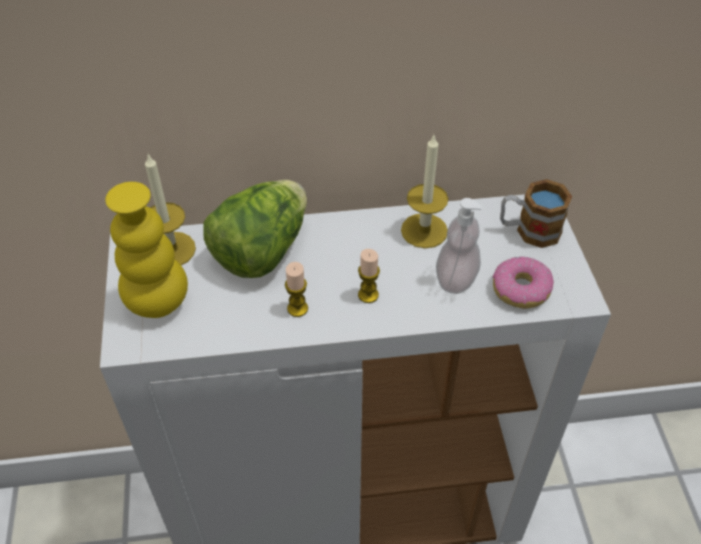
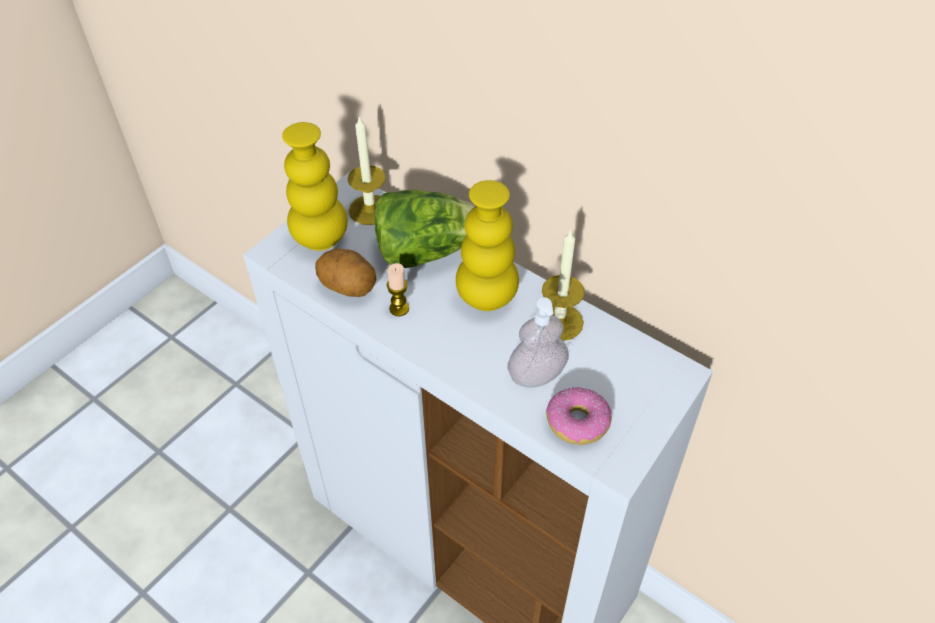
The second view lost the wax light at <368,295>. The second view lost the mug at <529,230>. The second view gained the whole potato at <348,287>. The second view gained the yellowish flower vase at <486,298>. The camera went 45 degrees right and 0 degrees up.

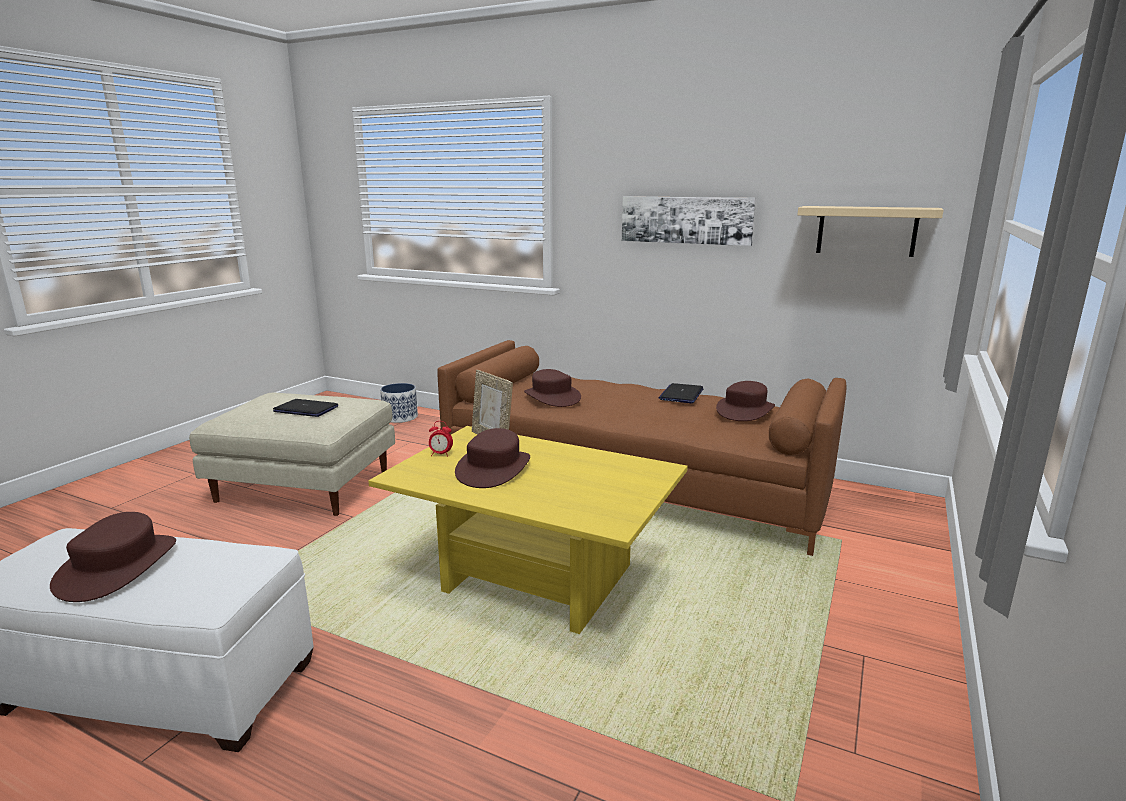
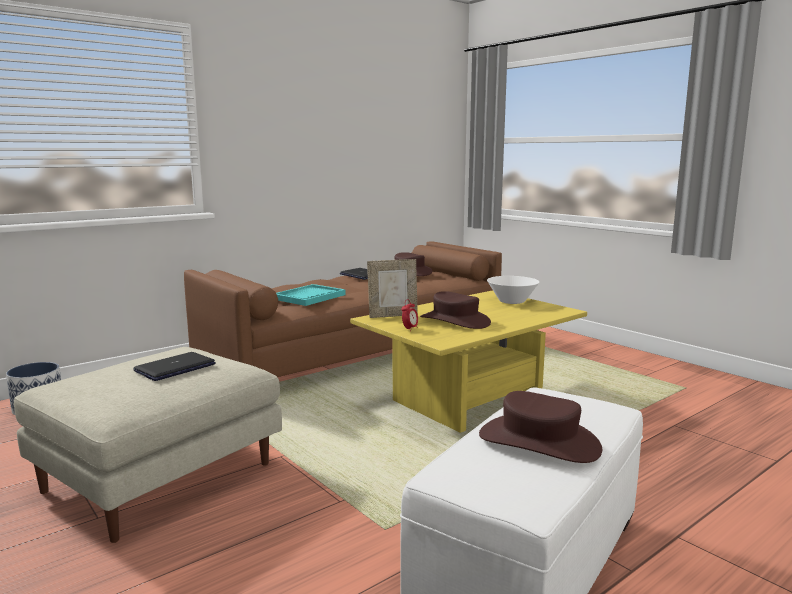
The second view lost the picture at <686,220>. The second view lost the beige-coloured wall shelf at <866,231>. The second view gained the white deep dish at <512,301>. Where the brown-coloured wearable hat stood at <551,397>, the turquoise-coloured carrying tray came to stand at <309,297>. The camera went 65 degrees left and 5 degrees down.

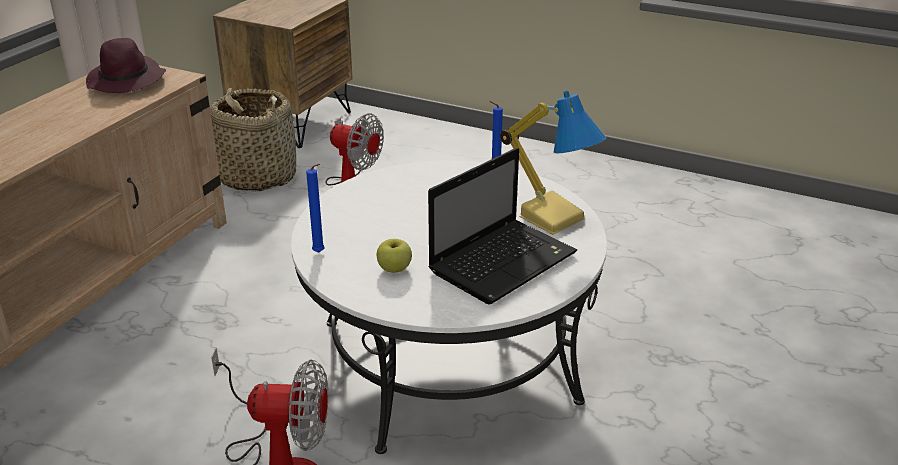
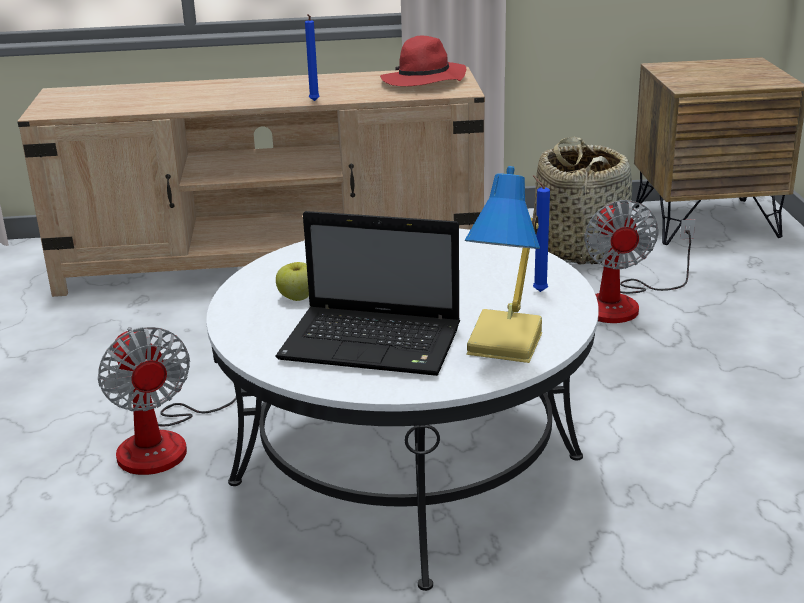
The blue wax light ended up elsewhere, having gone from <320,253> to <314,101>. What was the purplish wearable hat at <127,81> turned into the red wearable hat at <423,81>. The camera went 60 degrees right and 5 degrees down.

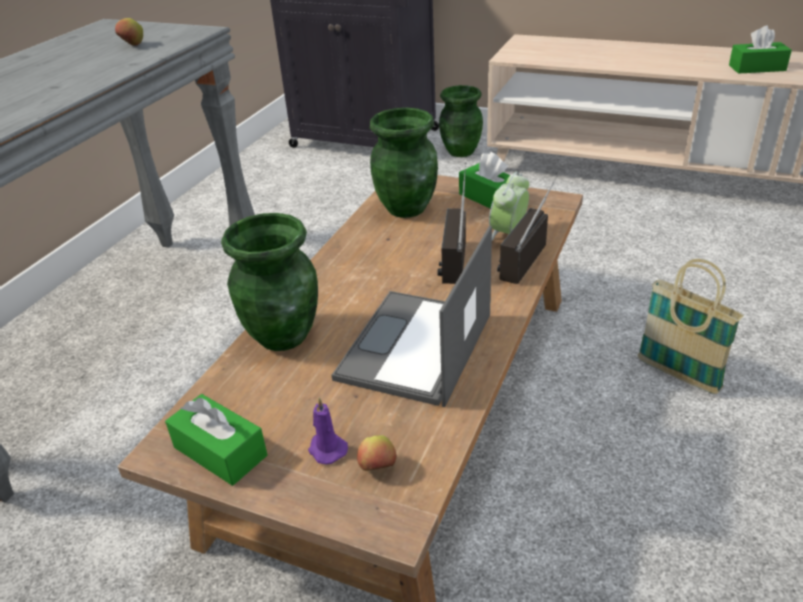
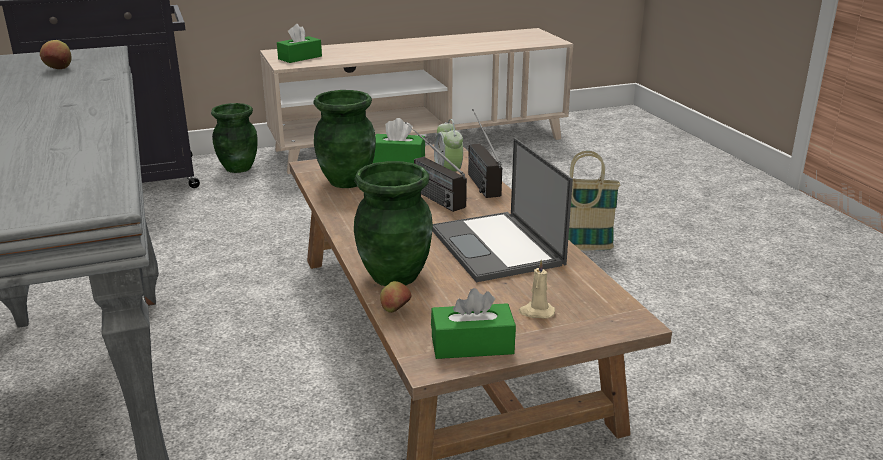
The apple fruit ended up elsewhere, having gone from <378,468> to <395,311>. The greenish tissue holder ended up elsewhere, having gone from <757,68> to <300,57>. What was the purplish wax light at <326,449> turned into the beige-coloured wax light at <536,312>. The camera went 45 degrees left and 10 degrees down.

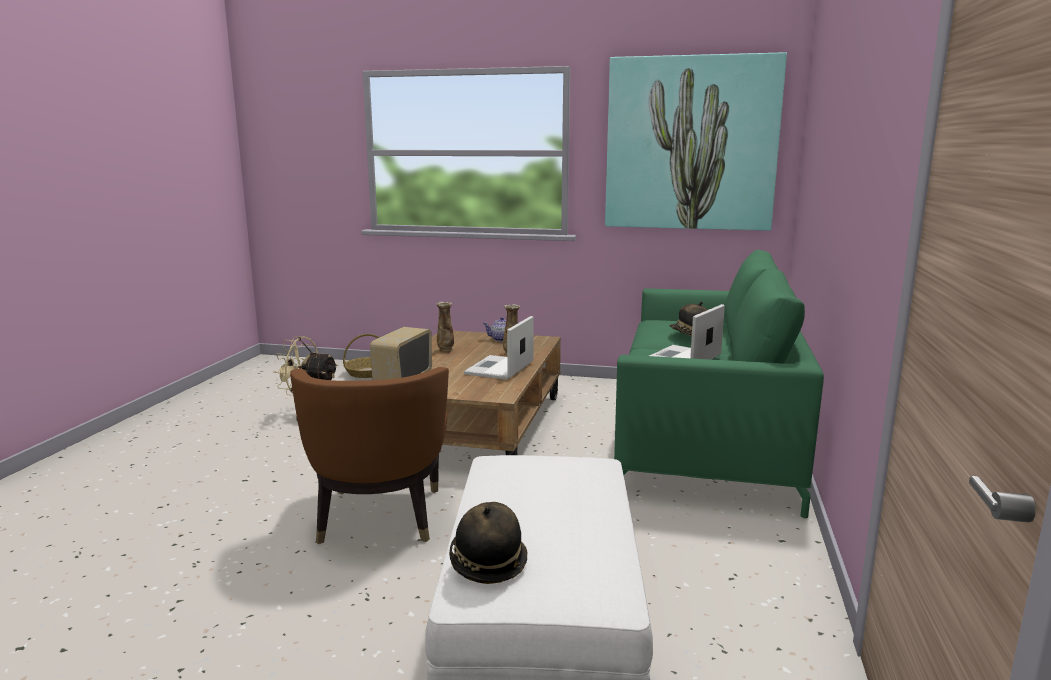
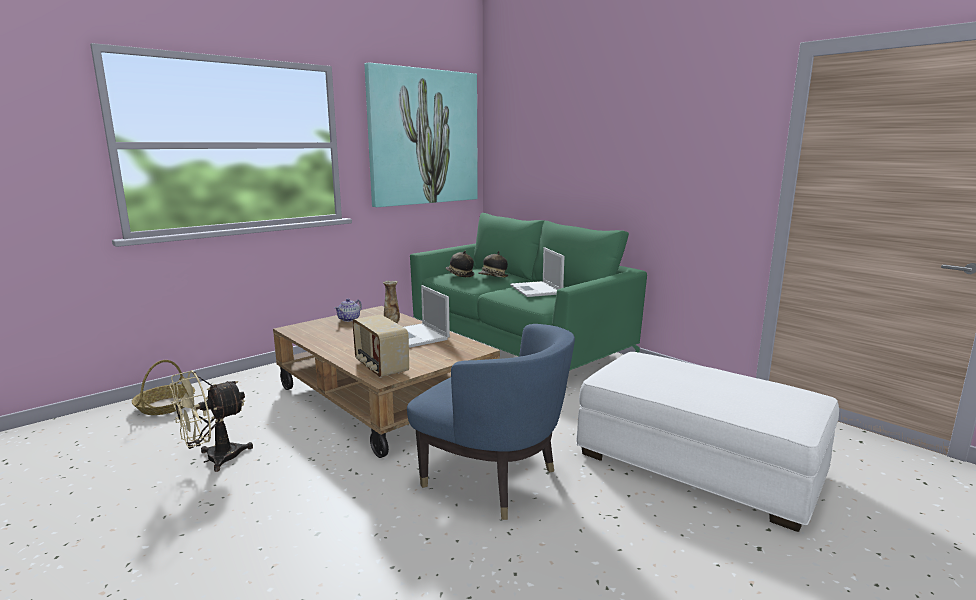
The second view lost the flower vase at <445,351>. The wearable hat ended up elsewhere, having gone from <488,562> to <459,275>. What was the brown-coloured lounge chair at <380,517> turned into the blue lounge chair at <492,479>. The camera went 55 degrees left and 0 degrees up.

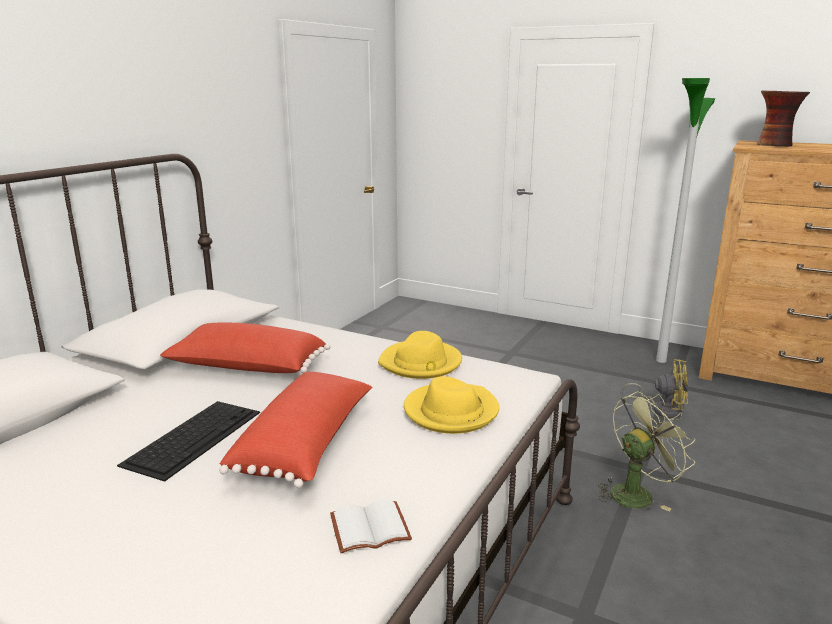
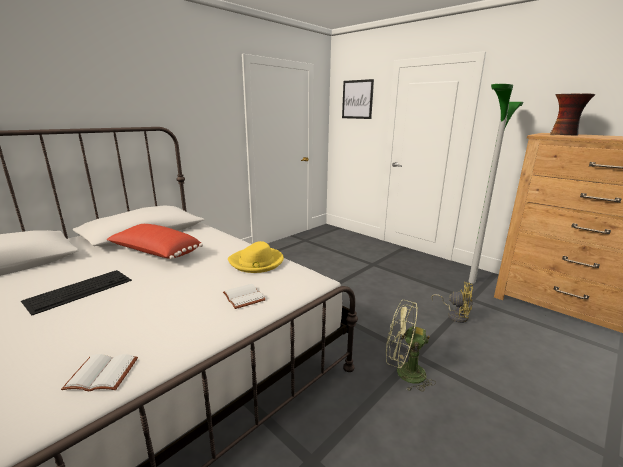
The second view lost the red pillow at <307,445>. The second view gained the picture at <357,99>. Where the yellowish wearable hat stood at <451,411>, the white book came to stand at <242,297>. The greenish electric fan at <636,493> ended up facing another way, 150 degrees counterclockwise from before. The camera went 15 degrees right and 0 degrees up.

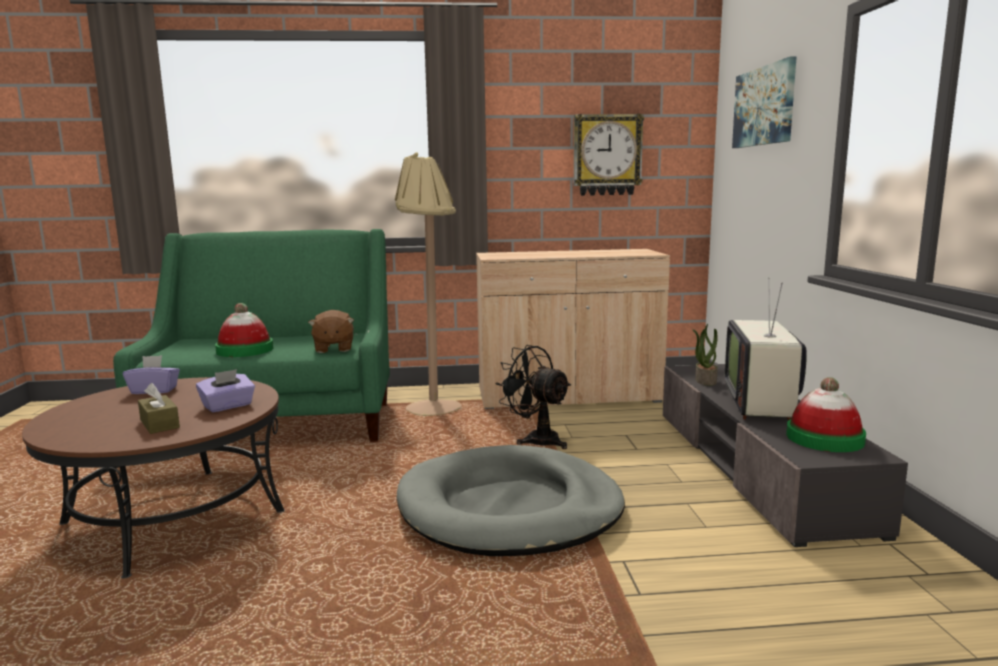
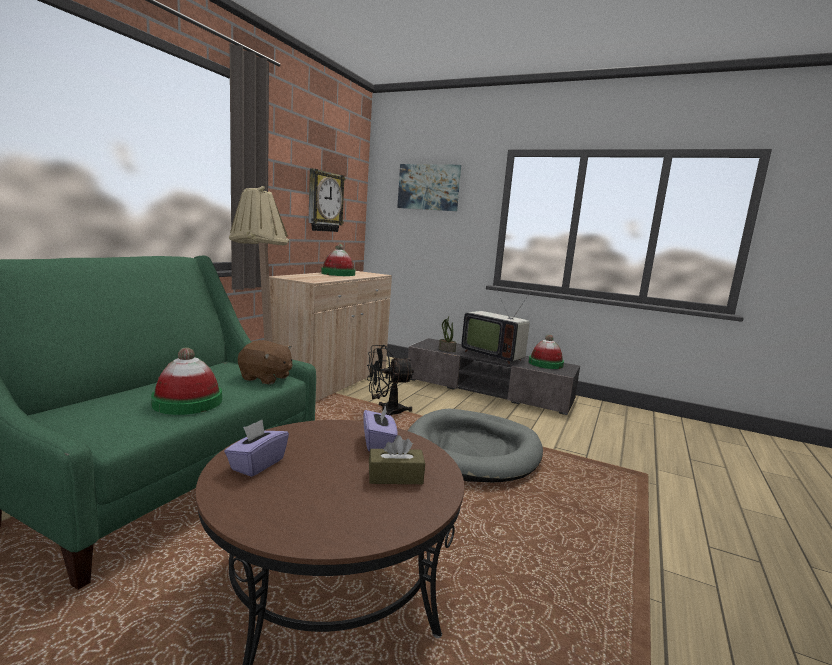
The second view gained the wearable hat at <338,274>. The camera went 60 degrees left and 0 degrees up.

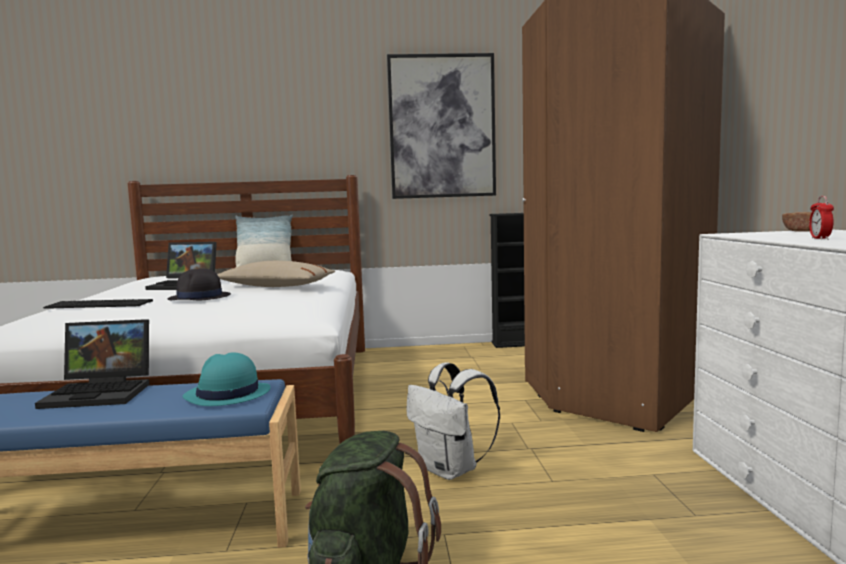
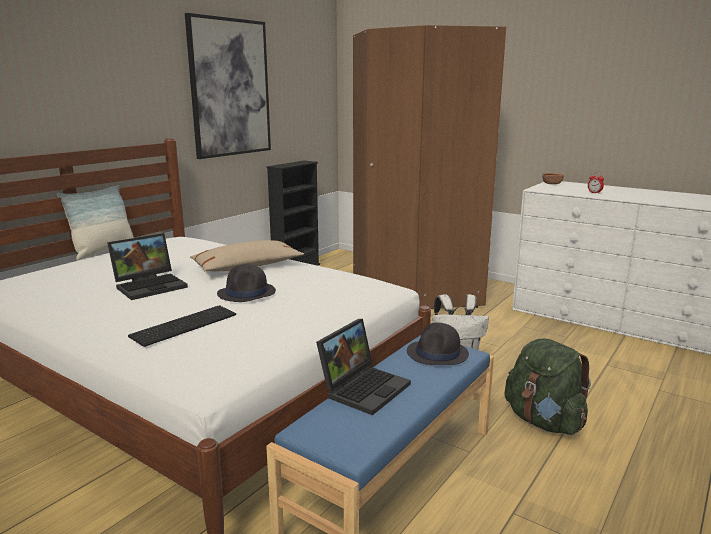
What was the turquoise-coloured wearable hat at <227,394> turned into the black wearable hat at <437,354>. The camera went 50 degrees left and 10 degrees up.

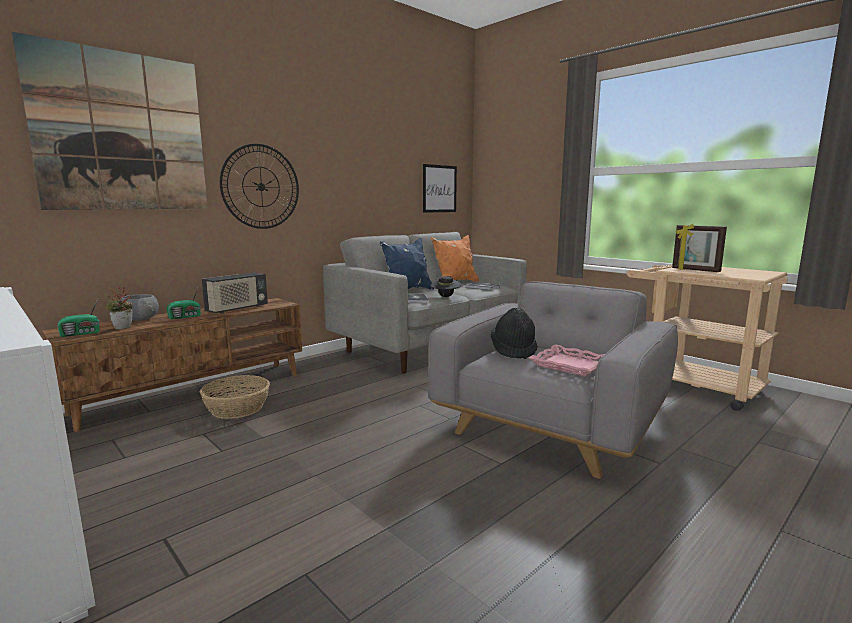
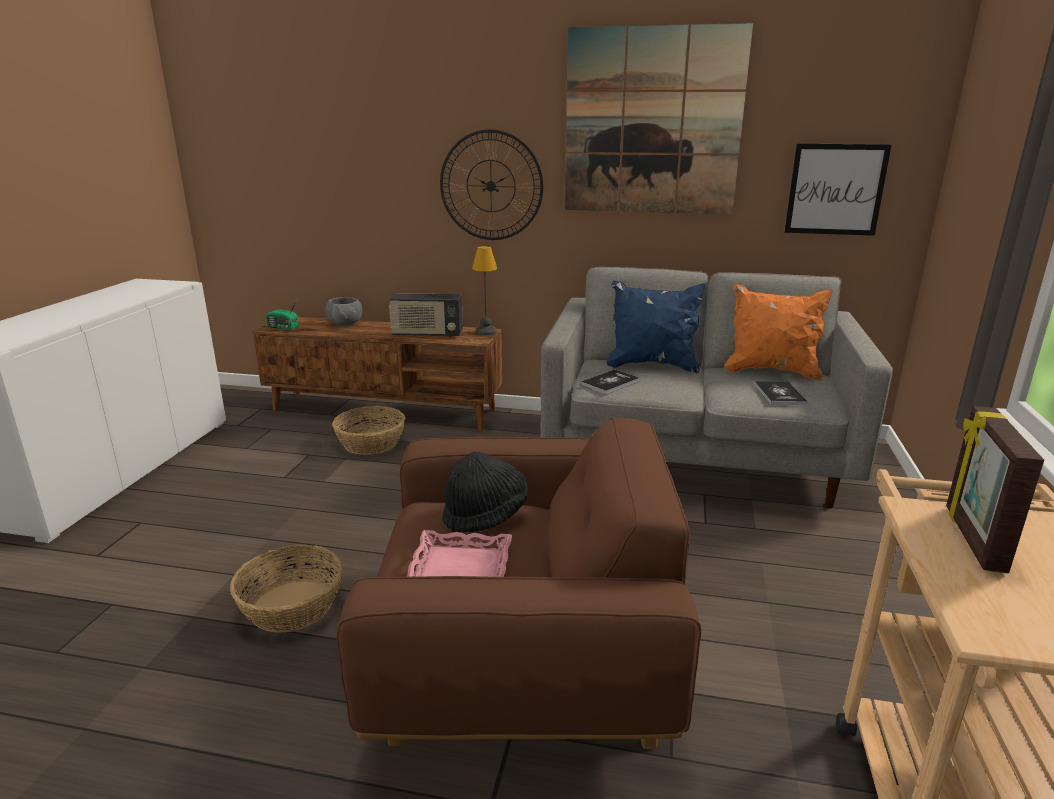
The second view lost the potted plant at <123,328>. The second view lost the radio set at <185,317>. The second view lost the black wearable hat at <445,296>. The second view gained the household basket at <291,606>. The second view gained the lamp for a table at <486,331>. The picture ended up elsewhere, having gone from <122,132> to <652,122>. What was the gray lounge chair at <550,426> turned into the brown-coloured lounge chair at <522,653>. The camera went 55 degrees right and 10 degrees up.

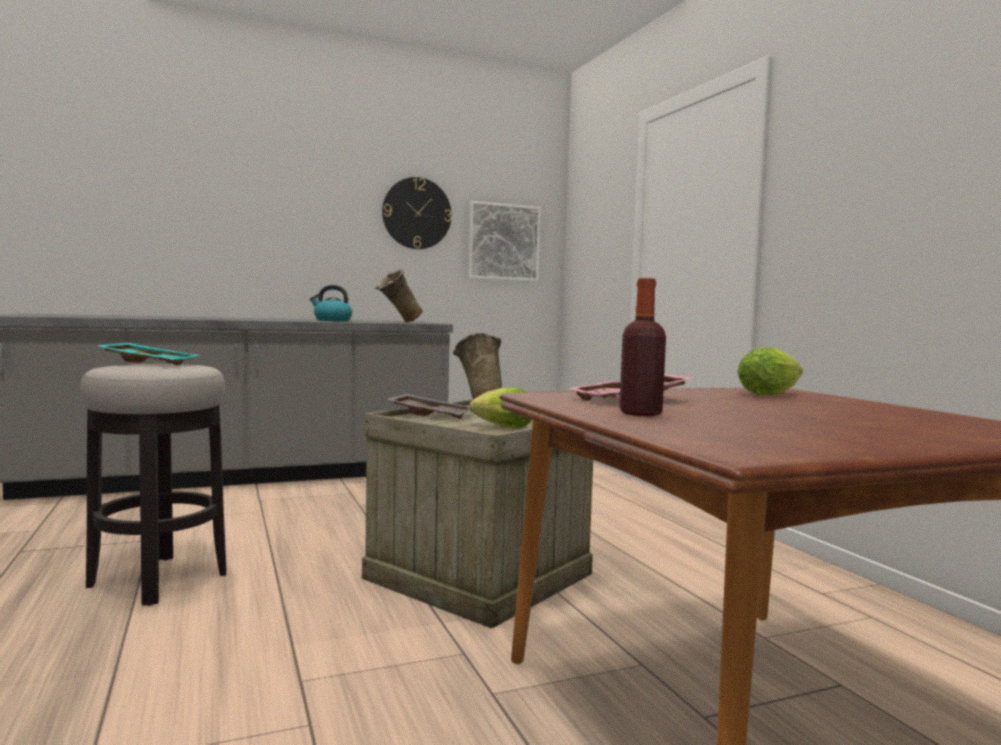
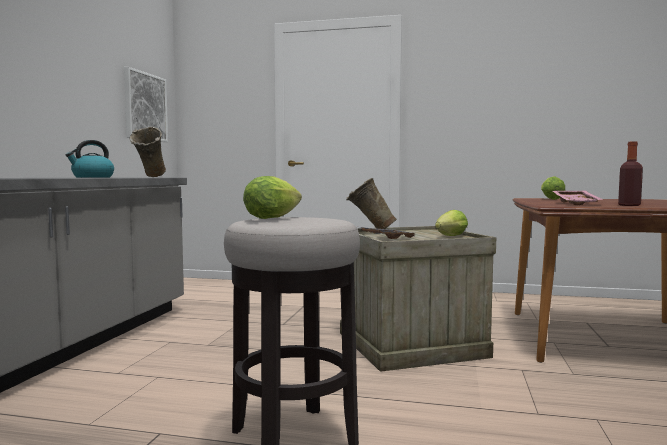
The second view lost the clock on the wall at <416,213>. Where the turquoise-coloured carrying tray stood at <150,363>, the head of lettuce came to stand at <275,218>. The camera went 55 degrees left and 0 degrees up.

